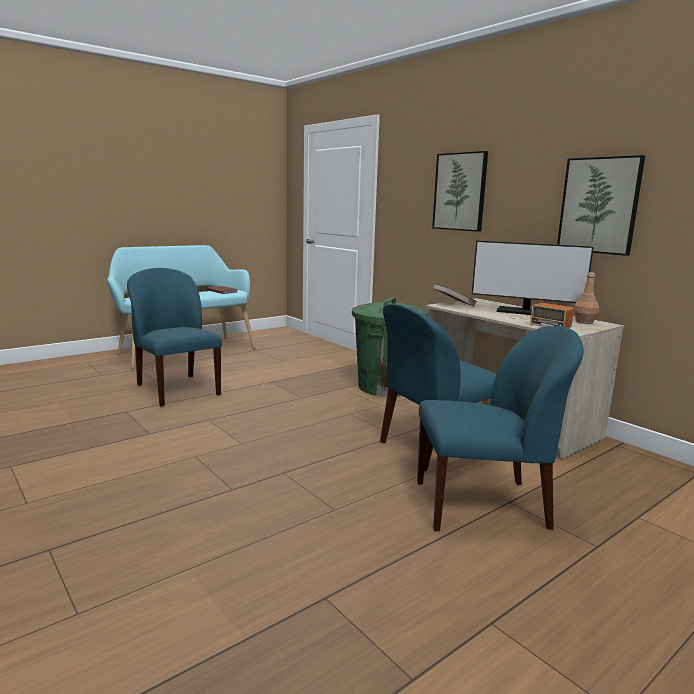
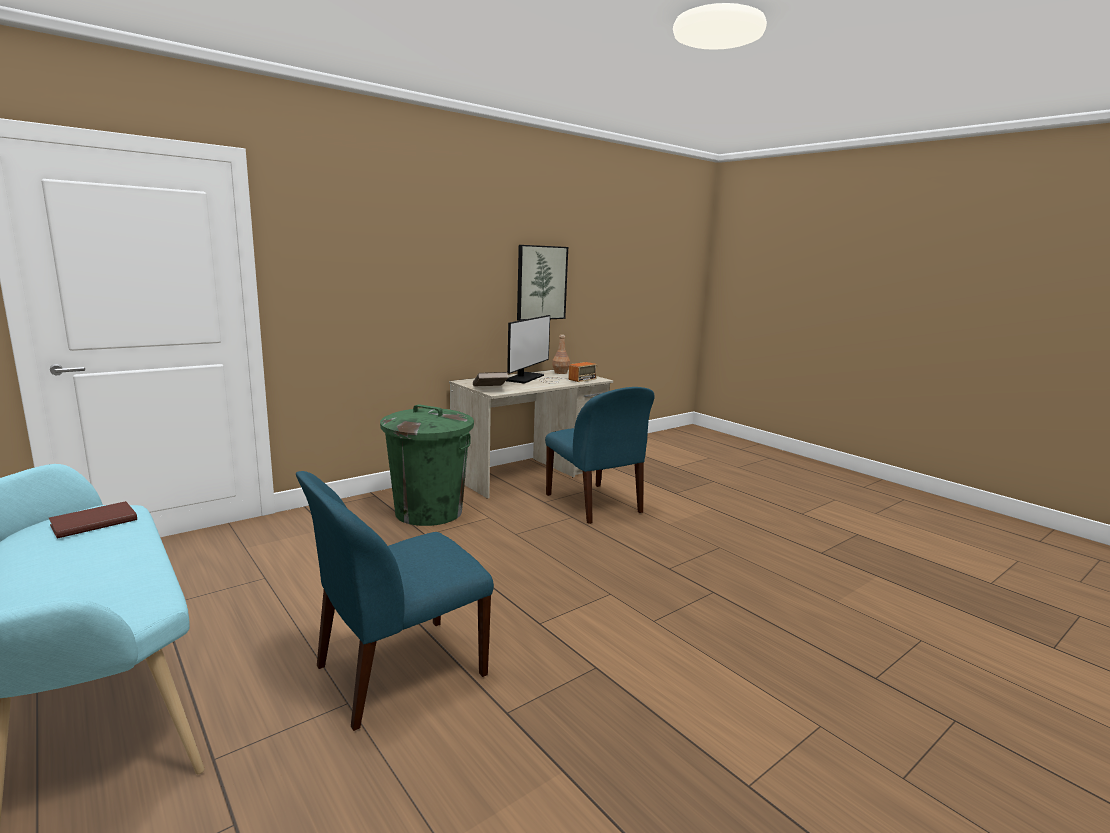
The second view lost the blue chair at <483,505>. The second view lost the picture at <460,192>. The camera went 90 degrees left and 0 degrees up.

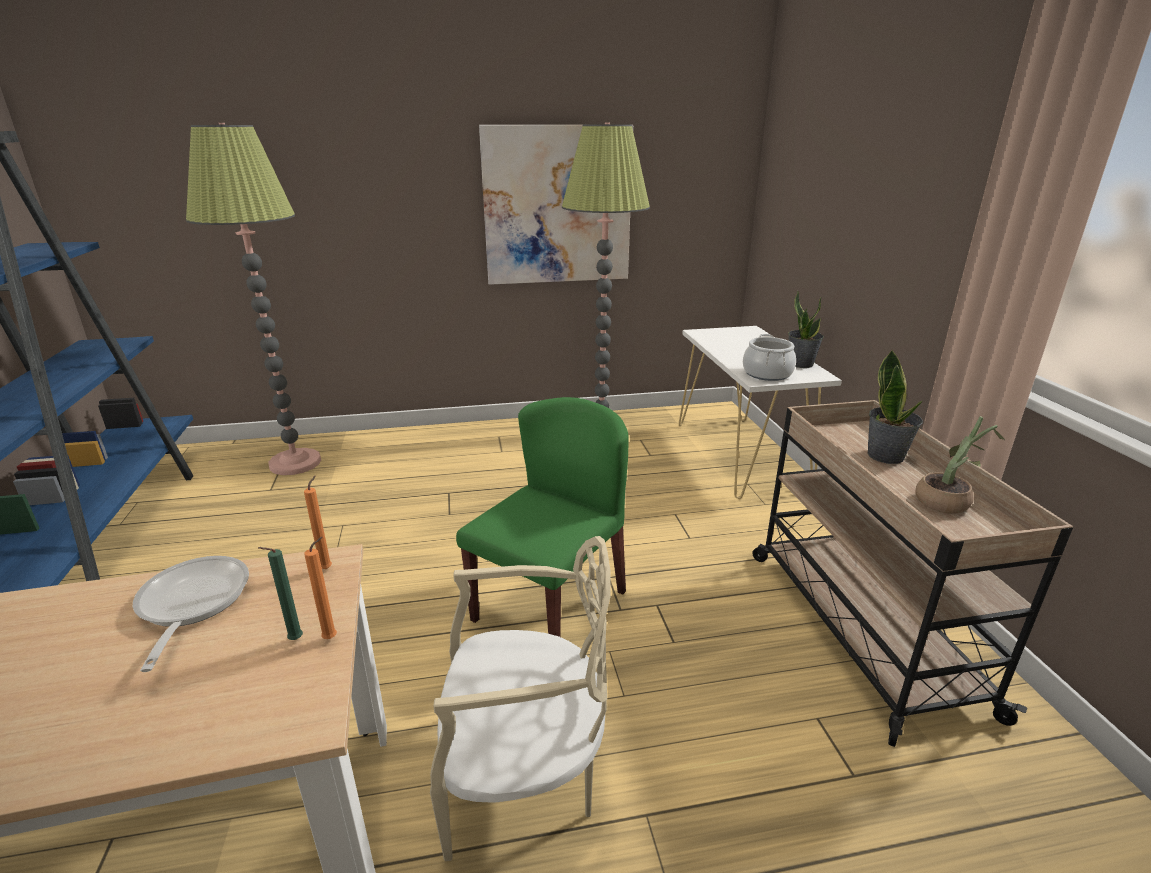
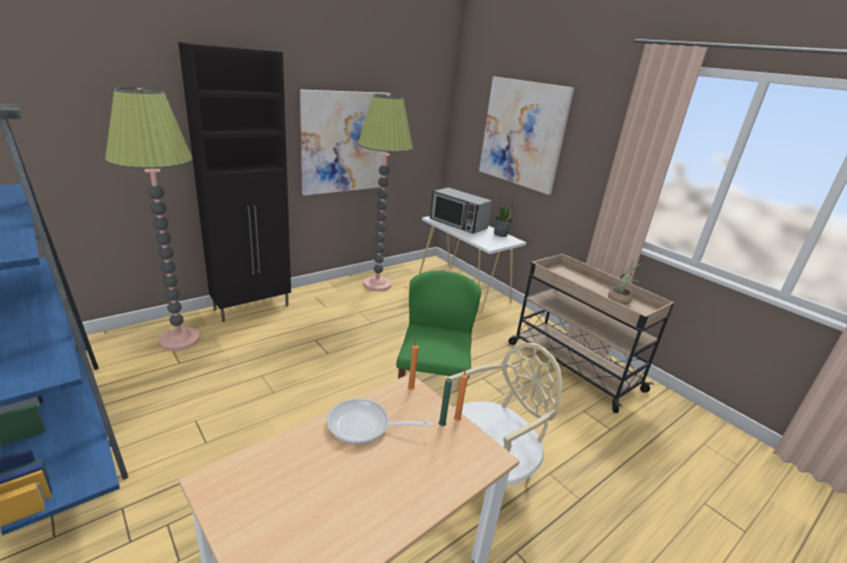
The second view lost the cooking pot at <767,373>. The second view lost the potted plant at <886,455>. The second view gained the black cupboard at <253,307>. The second view gained the microwave oven at <458,224>. The second view gained the picture at <522,134>. The pan at <191,605> ended up facing another way, 45 degrees counterclockwise from before. The camera went 30 degrees left and 0 degrees up.

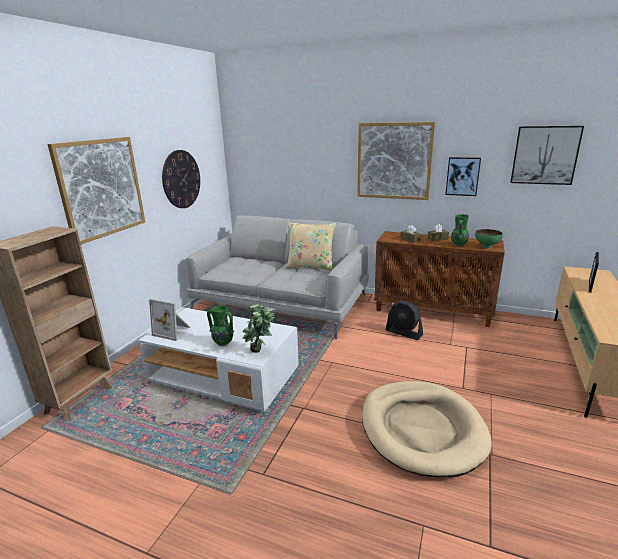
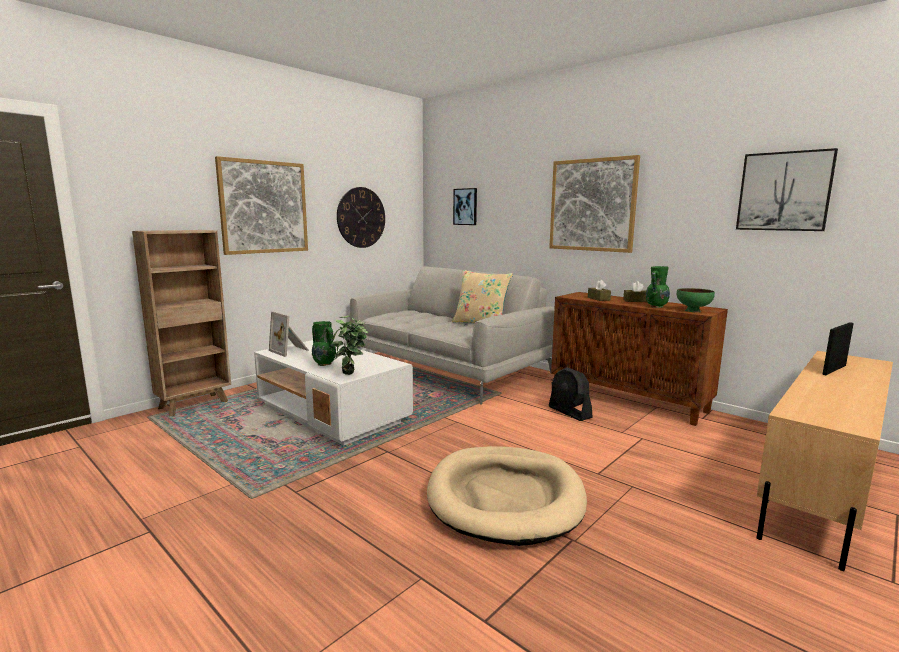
The picture ended up elsewhere, having gone from <462,176> to <465,206>. The camera went 20 degrees right and 10 degrees down.

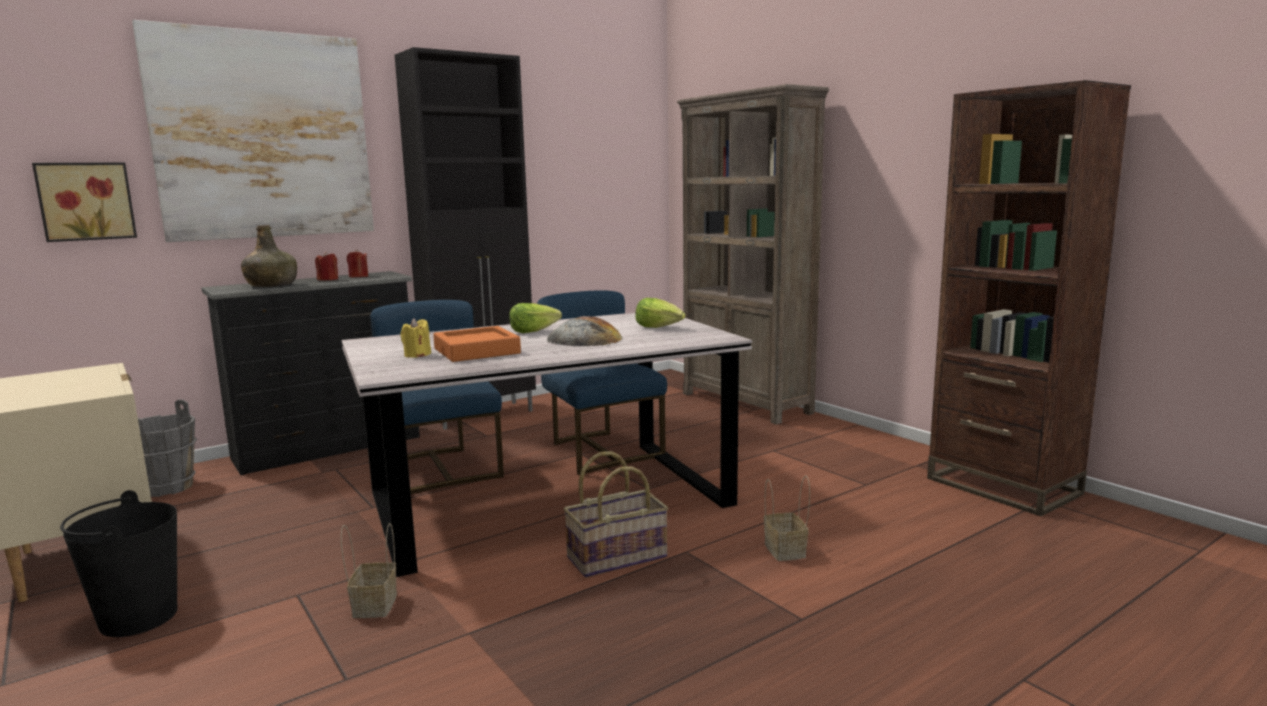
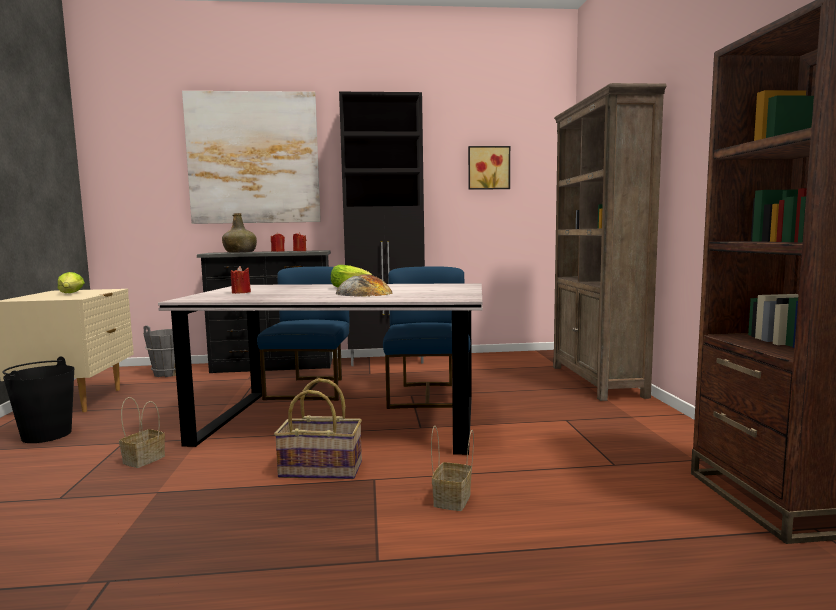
The second view lost the orangey carrying tray at <477,351>. The picture ended up elsewhere, having gone from <86,201> to <488,168>. The head of lettuce ended up elsewhere, having gone from <659,327> to <71,293>. What was the yellowish wax light at <417,355> turned into the red wax light at <241,293>. The camera went 30 degrees right and 5 degrees down.

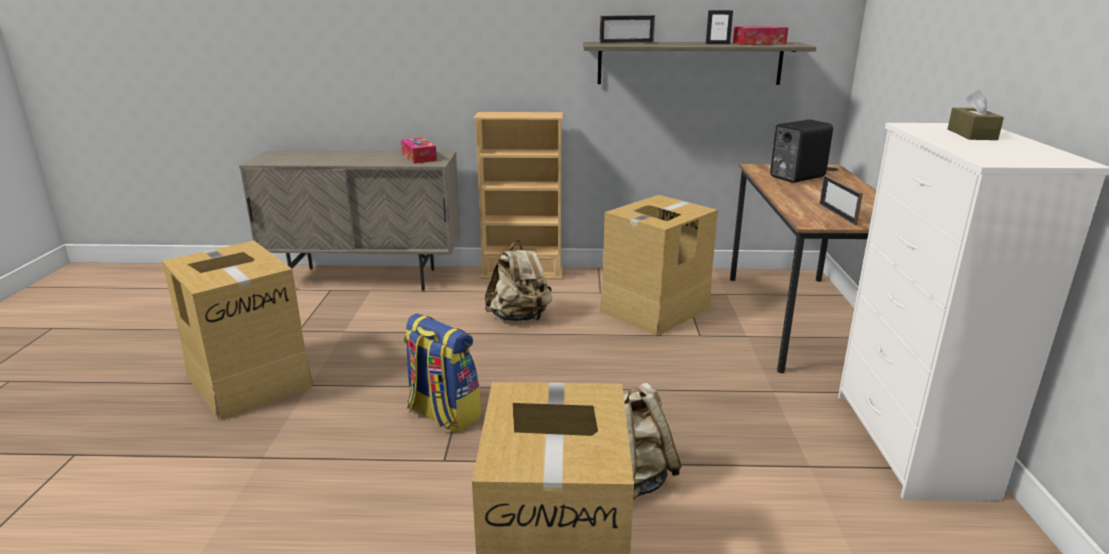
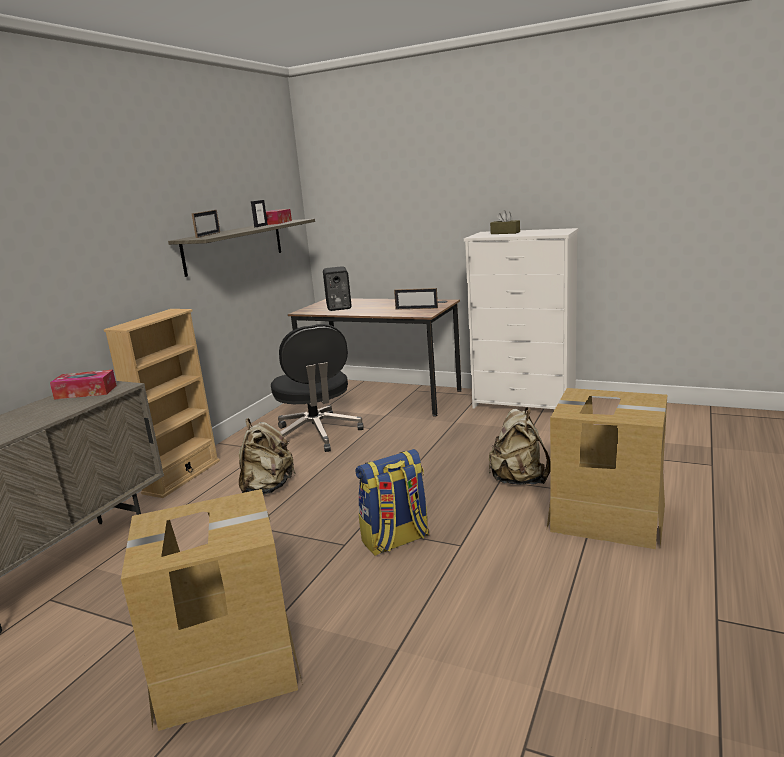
Where the carton stood at <654,309>, the black desk chair came to stand at <317,435>. The camera went 65 degrees left and 5 degrees down.

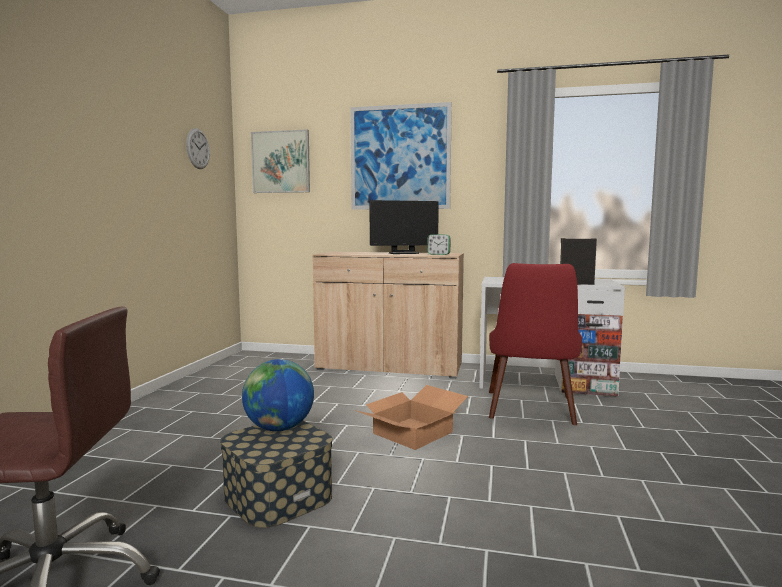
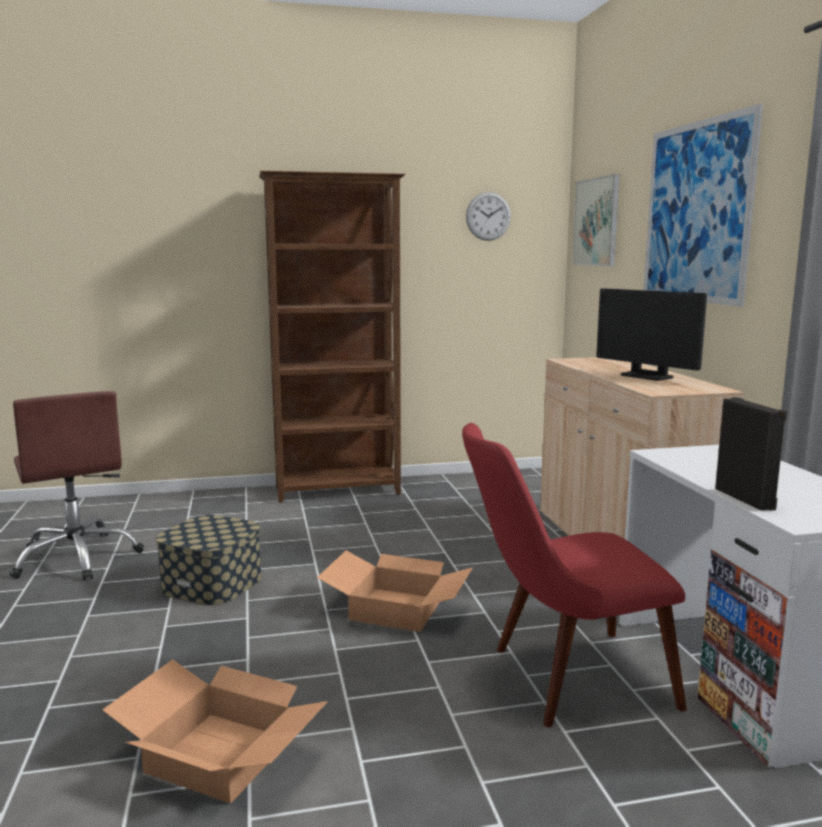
The second view lost the desk globe at <279,428>. The second view lost the alarm clock at <438,254>. The second view gained the carton at <222,754>. The second view gained the brown-coloured bookshelf at <339,491>. The camera went 65 degrees right and 5 degrees up.

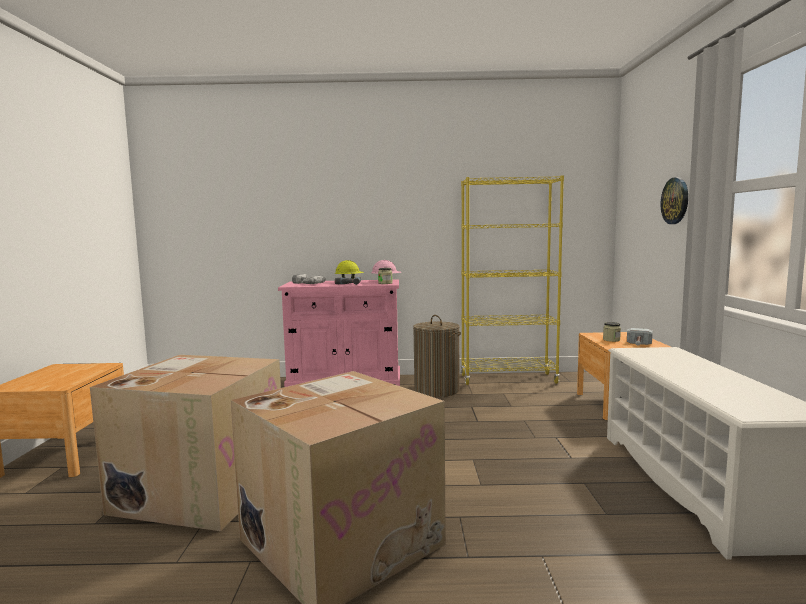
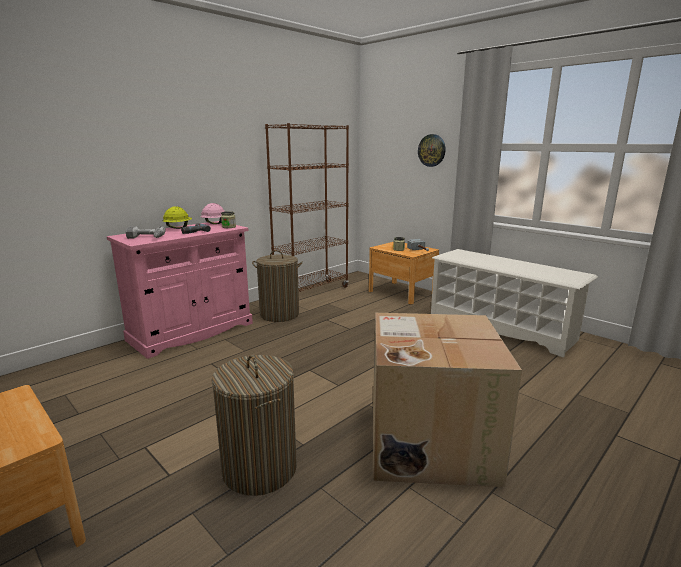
Where the carton stood at <201,488>, the washing basket came to stand at <259,468>. What was the yellowish bookshelf at <508,379> turned into the brown-coloured bookshelf at <312,292>. The camera went 45 degrees left and 10 degrees up.

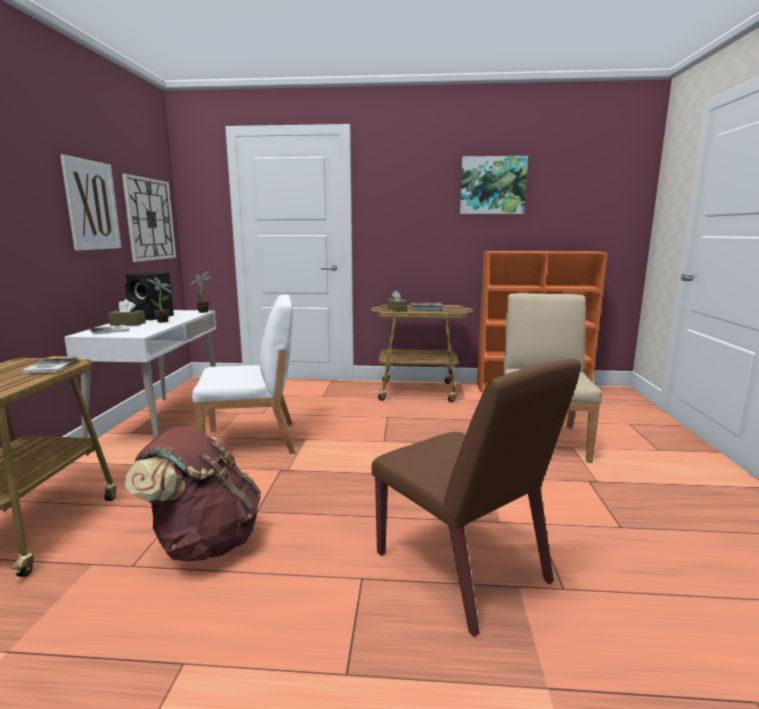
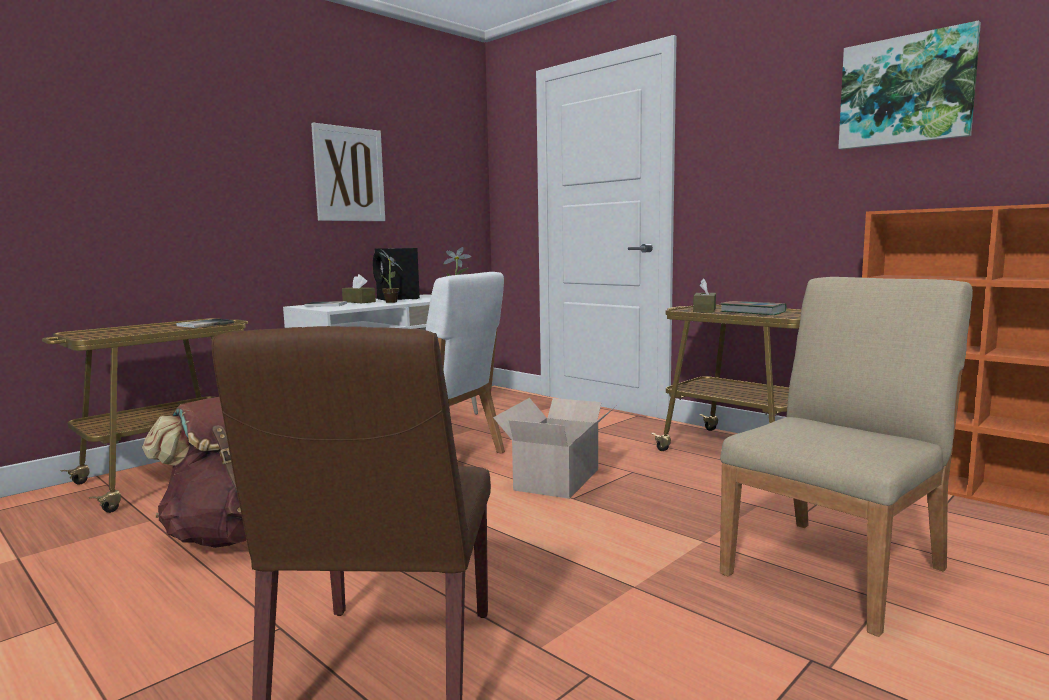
The second view lost the clock on the wall at <150,219>. The second view gained the carton at <559,478>. The camera went 40 degrees right and 5 degrees down.

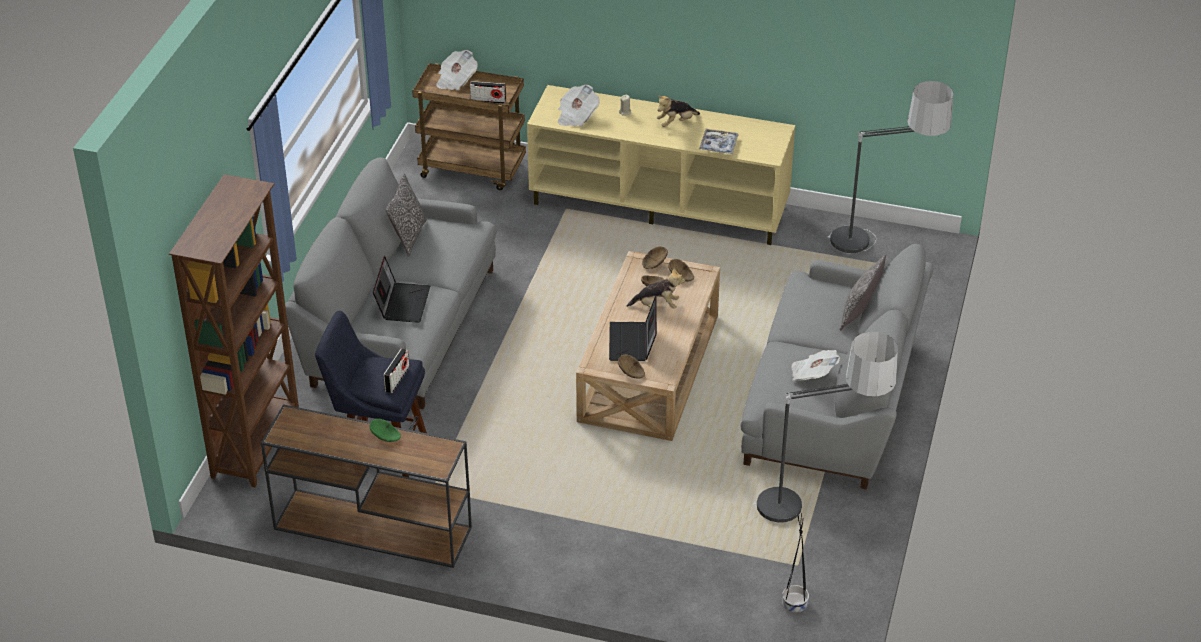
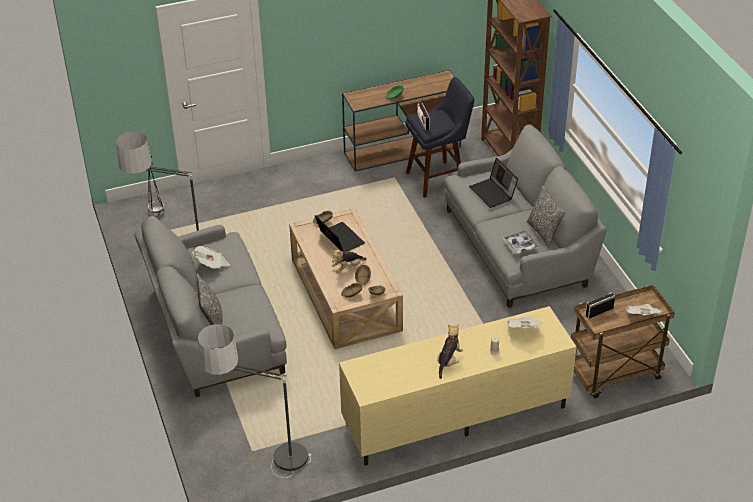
The carrying tray ended up elsewhere, having gone from <718,145> to <520,245>. The camera went 145 degrees right and 0 degrees up.

